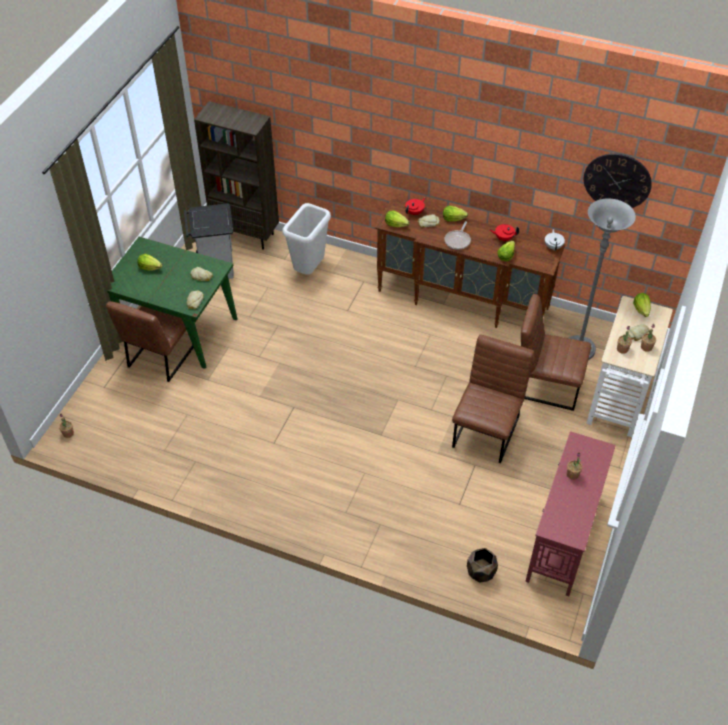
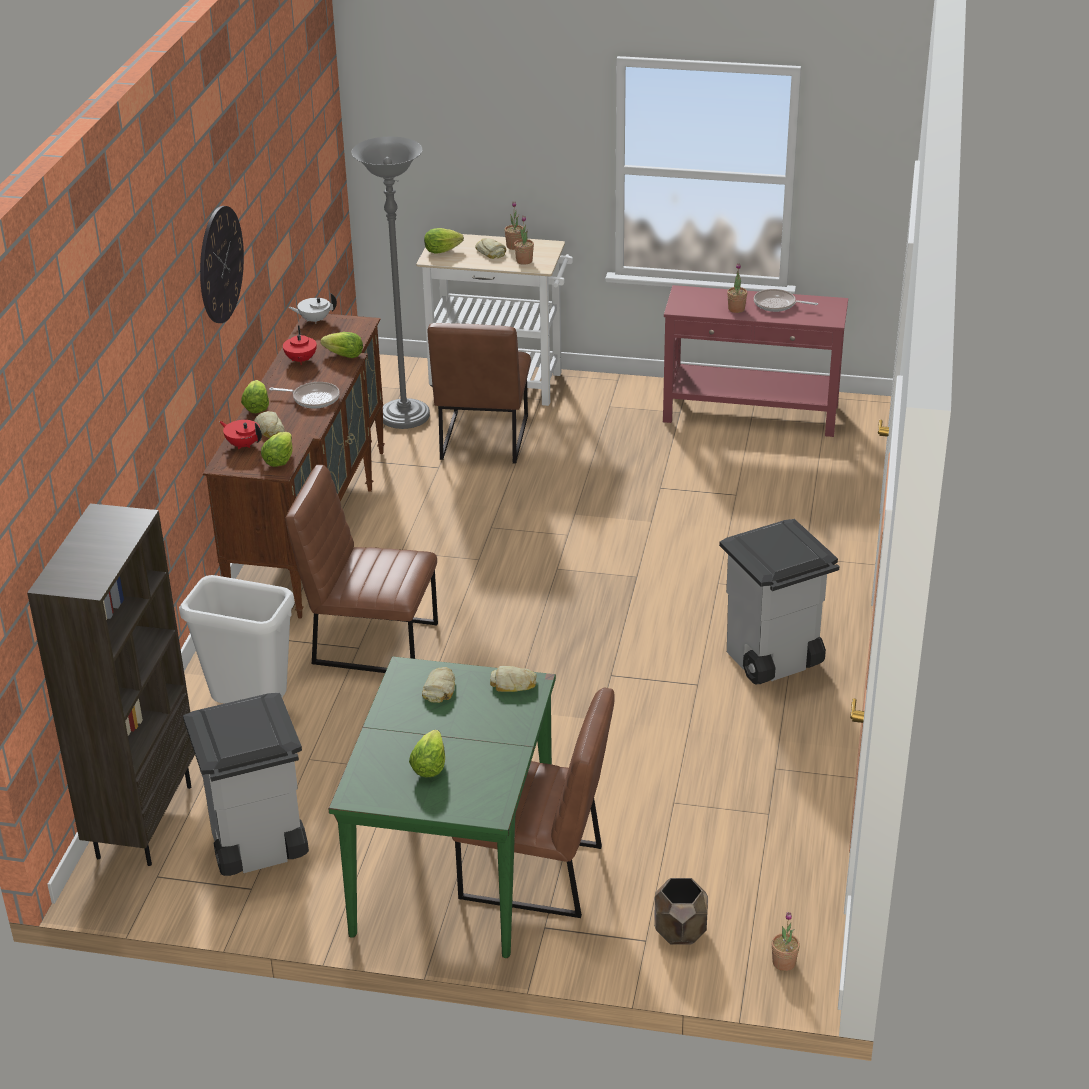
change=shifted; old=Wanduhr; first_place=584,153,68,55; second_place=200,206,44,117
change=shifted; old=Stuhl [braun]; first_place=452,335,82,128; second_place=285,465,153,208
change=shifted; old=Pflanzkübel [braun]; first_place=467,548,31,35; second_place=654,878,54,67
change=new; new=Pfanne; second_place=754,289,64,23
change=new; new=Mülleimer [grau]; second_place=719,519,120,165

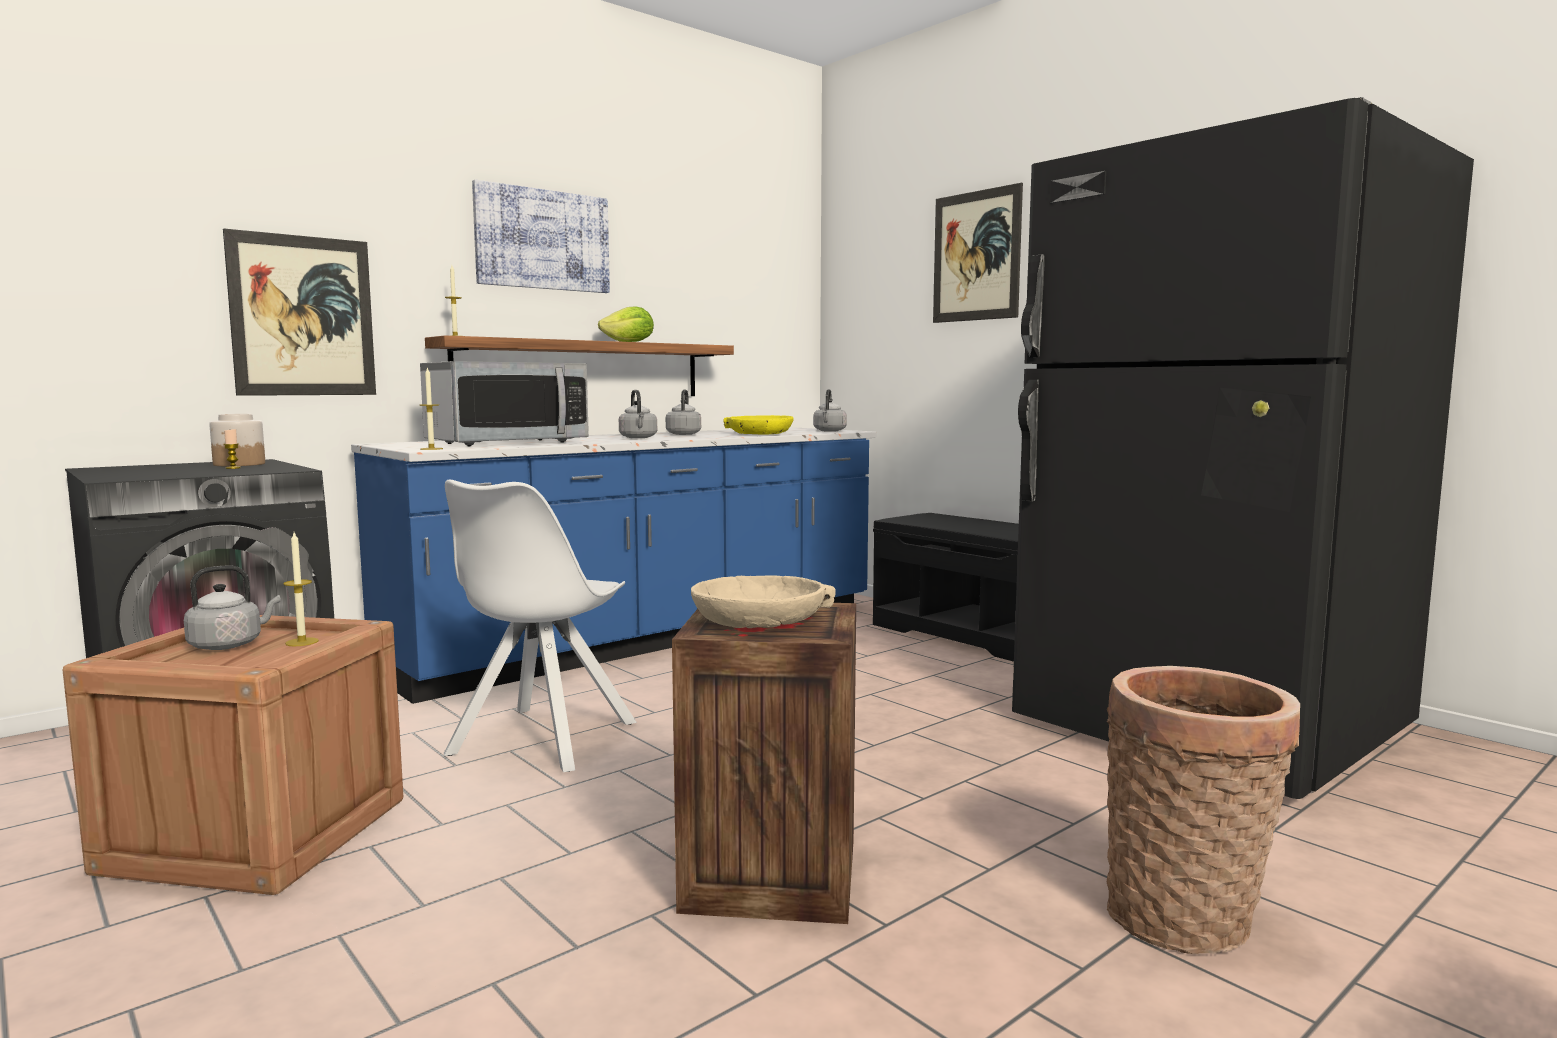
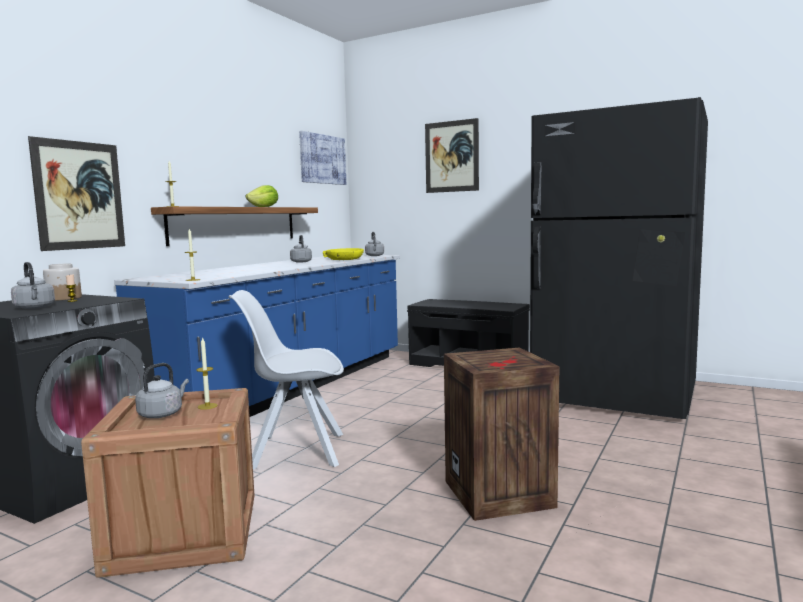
change=shifted; old=Bild; first_place=472,179,138,114; second_place=299,131,47,54
change=gone; old=Mikrowelle; first_place=420,361,169,85
change=shifted; old=Wasserkessel [grau]; first_place=619,390,38,48; second_place=11,262,44,47
change=rotated; old=Stuhl [weiß]; first_place=444,480,193,292; second_place=228,290,116,180; degrees=90
change=gone; old=Schüssel [beige]; first_place=691,575,145,53
change=gone; old=Korb; first_place=1107,666,193,288

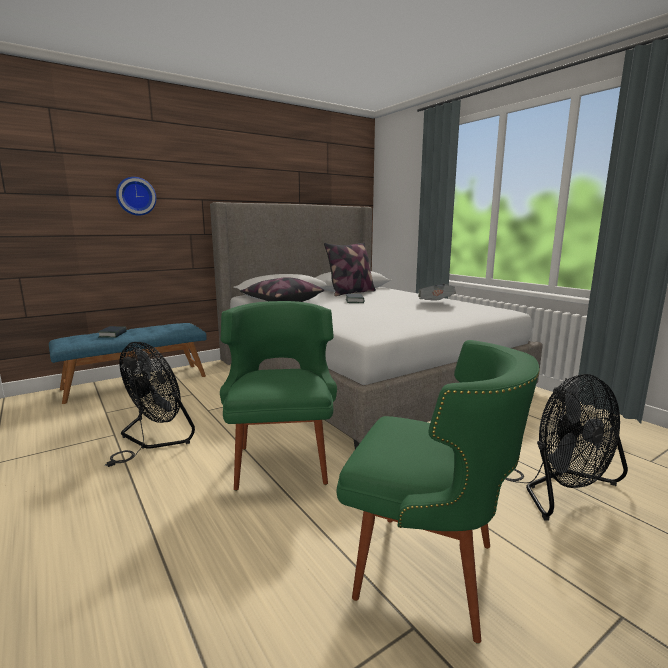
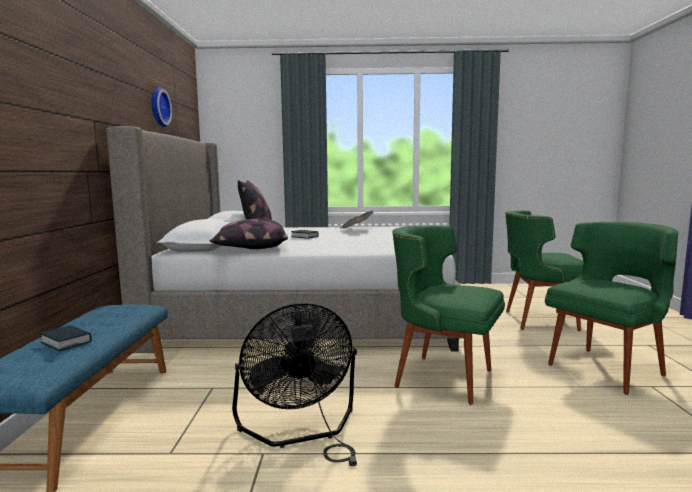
change=shifted; old=Wanduhr; first_place=116,177,40,39; second_place=151,87,21,40
change=swapped; old=Ventilator [schwarz]; new=Stuhl [grün]; first_place=505,374,123,147; second_place=505,210,78,121

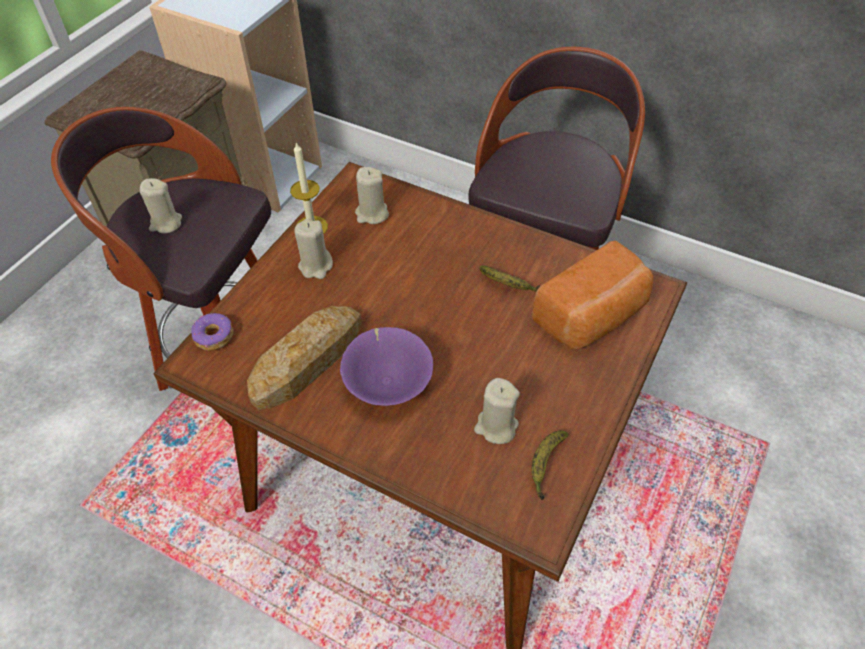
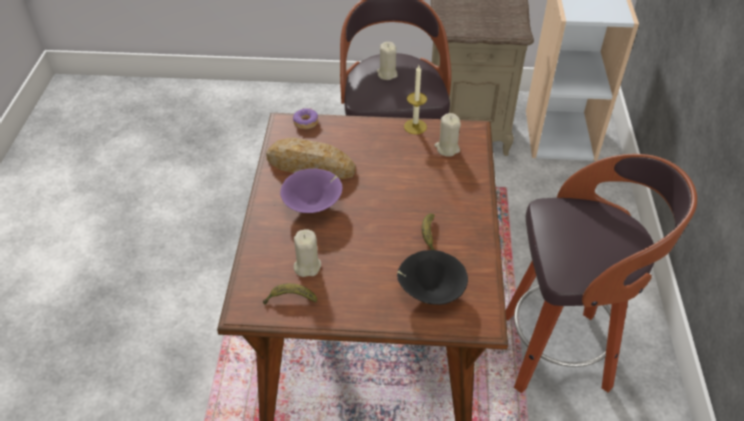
change=gone; old=Kerze [beige]; first_place=294,219,39,60
change=swapped; old=Brot; new=Schüssel [schwarz]; first_place=532,241,121,108; second_place=397,250,71,55

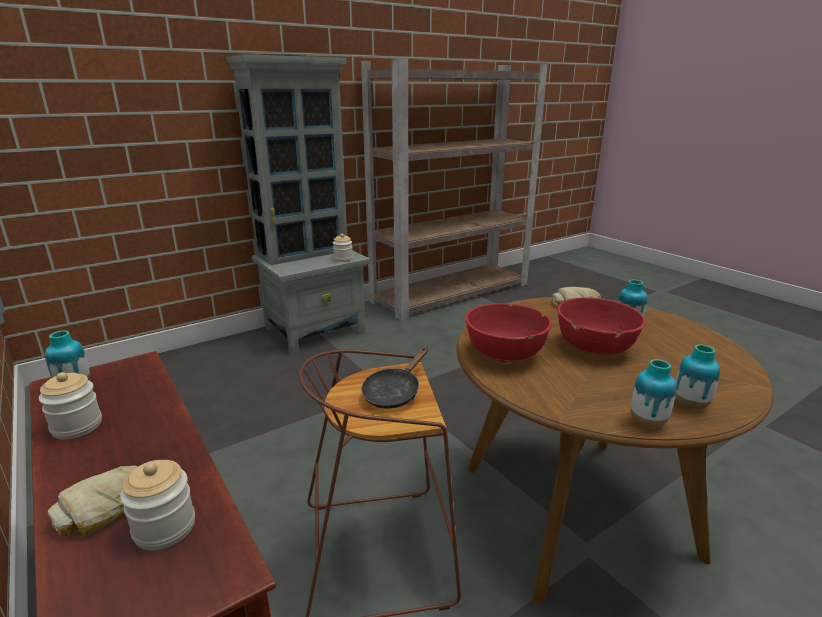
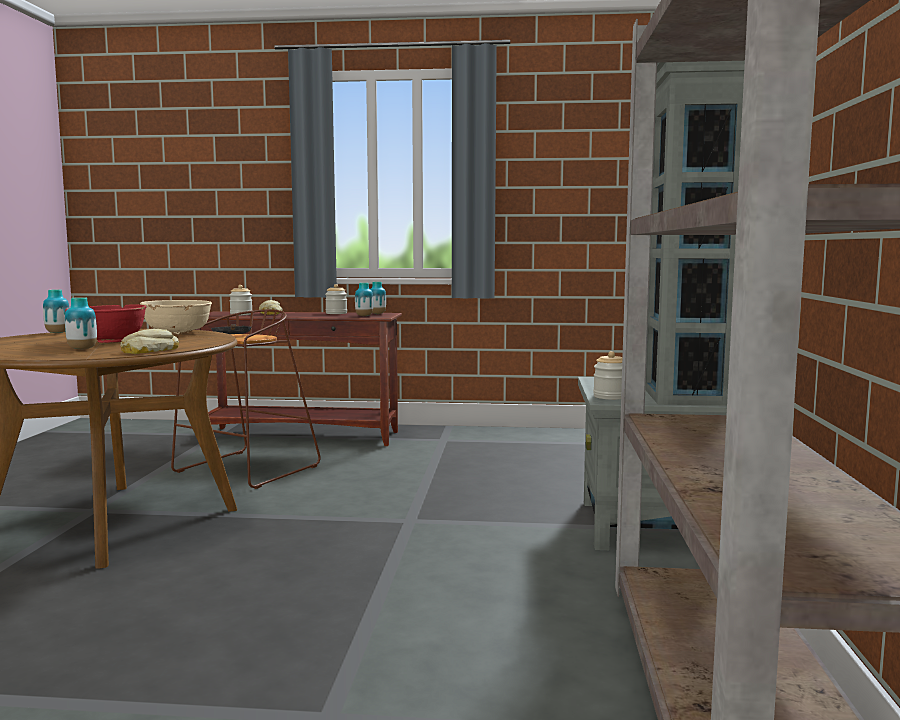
change=repainted; old=Schüssel [rot]; new=Schüssel [beige]; first_place=465,303,87,60; second_place=140,300,72,35
change=shifted; old=Vase; first_place=675,344,45,65; second_place=355,283,18,33

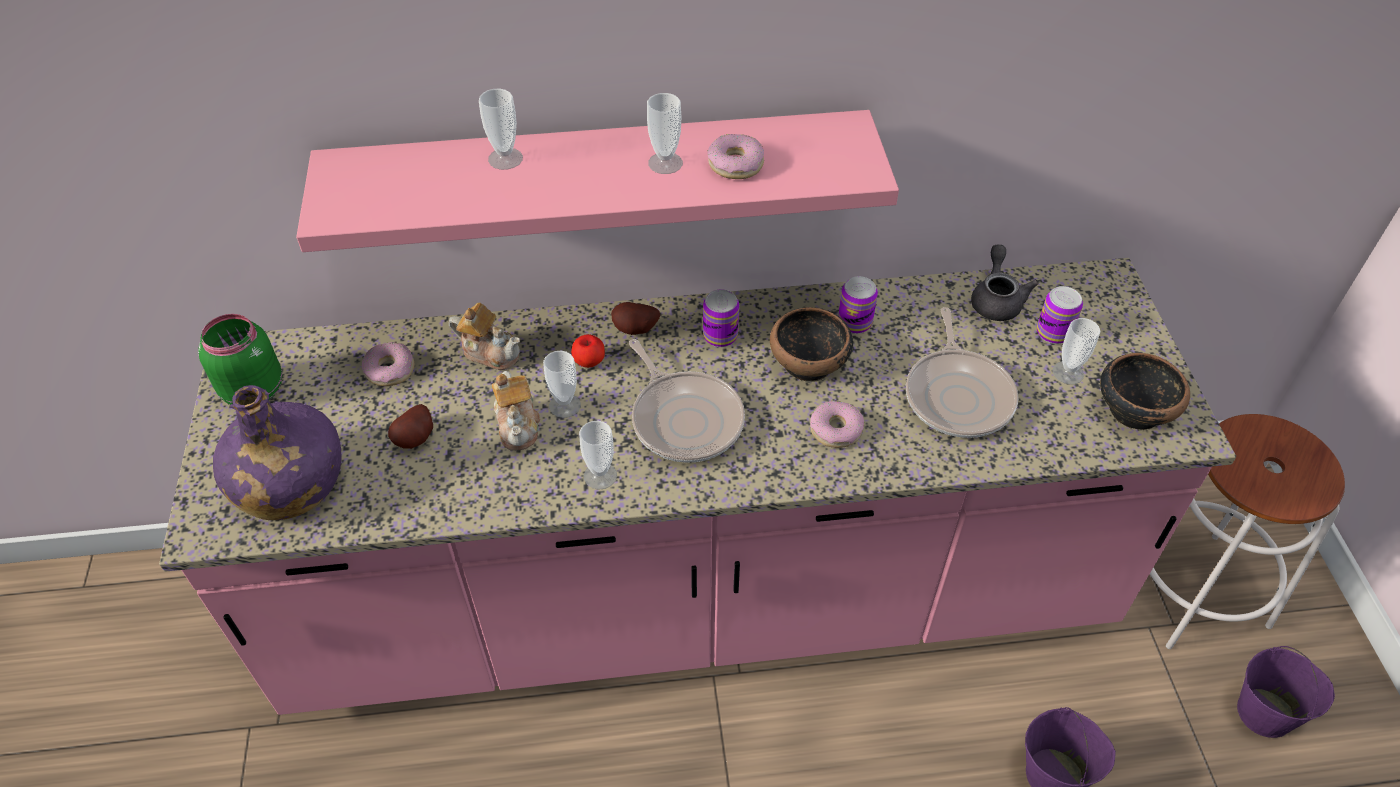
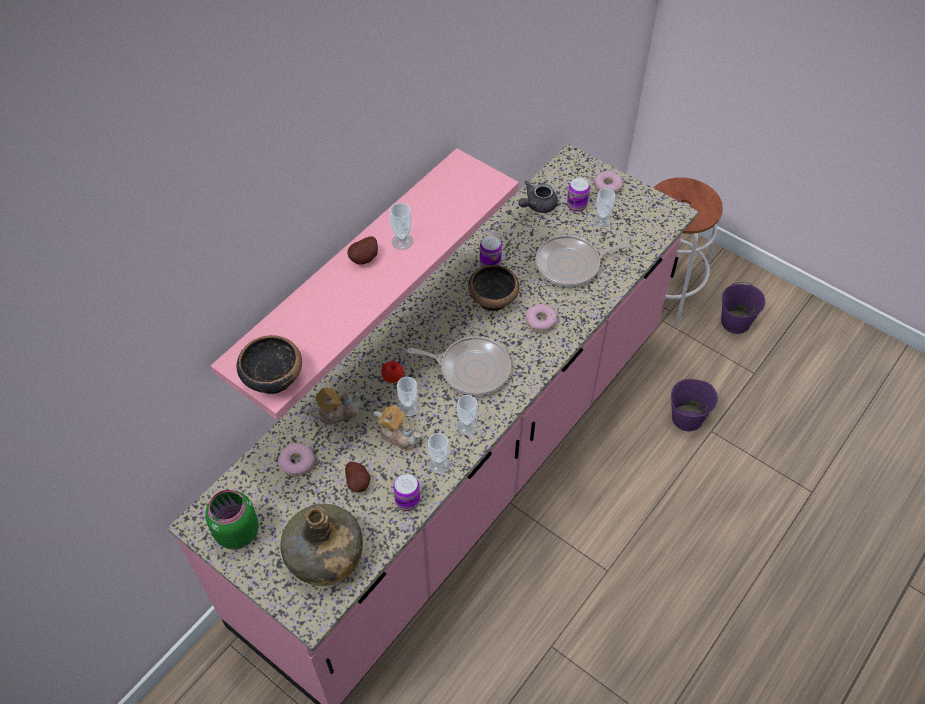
change=shifted; old=Tasse; first_place=479,89,44,81; second_place=428,433,22,40
change=shifted; old=Donut; first_place=707,134,57,45; second_place=594,171,29,23
change=rotated; old=Teekanne [grau]; first_place=971,245,68,76; second_place=518,181,40,32; degrees=-90
change=shifted; old=Dose; first_place=703,289,36,58; second_place=393,474,27,37
change=shifted; old=Kartoffel; first_place=611,302,49,33; second_place=347,236,31,29
change=rotated; old=Pfanne; first_place=906,307,113,131; second_place=535,235,95,52; degrees=120
change=shifted; old=Schüssel; first_place=1100,353,90,77; second_place=237,335,65,59
change=repainted; old=Flasche [lila]; new=Flasche [grün]; first_place=213,385,129,135; second_place=280,504,83,82

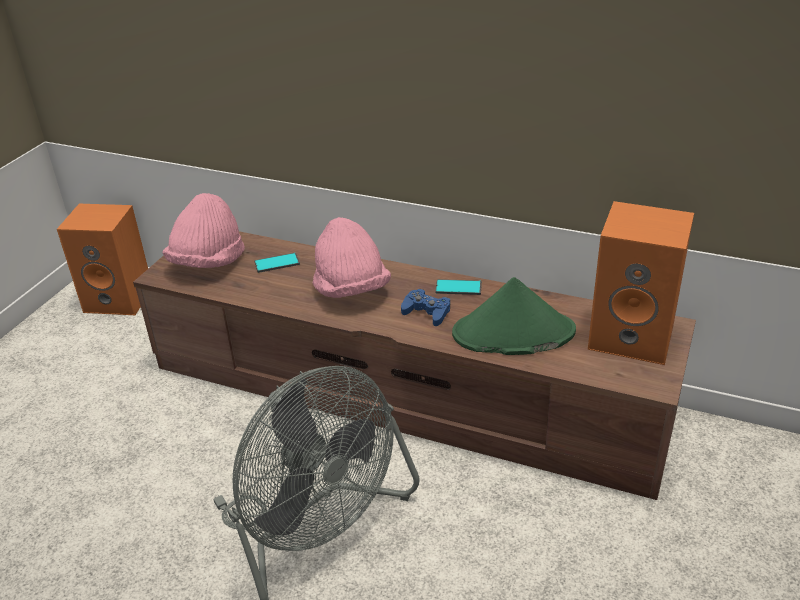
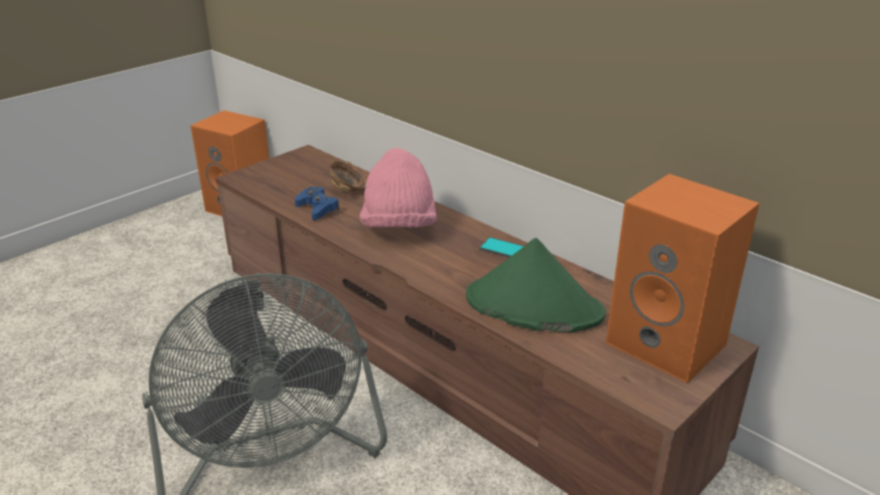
change=gone; old=Hut [rosa]; first_place=162,193,83,75
change=swapped; old=Handy; new=Schüssel; first_place=255,253,45,20; second_place=329,161,37,31
change=shifted; old=Gamepad [blau]; first_place=401,289,49,37; second_place=295,187,44,34

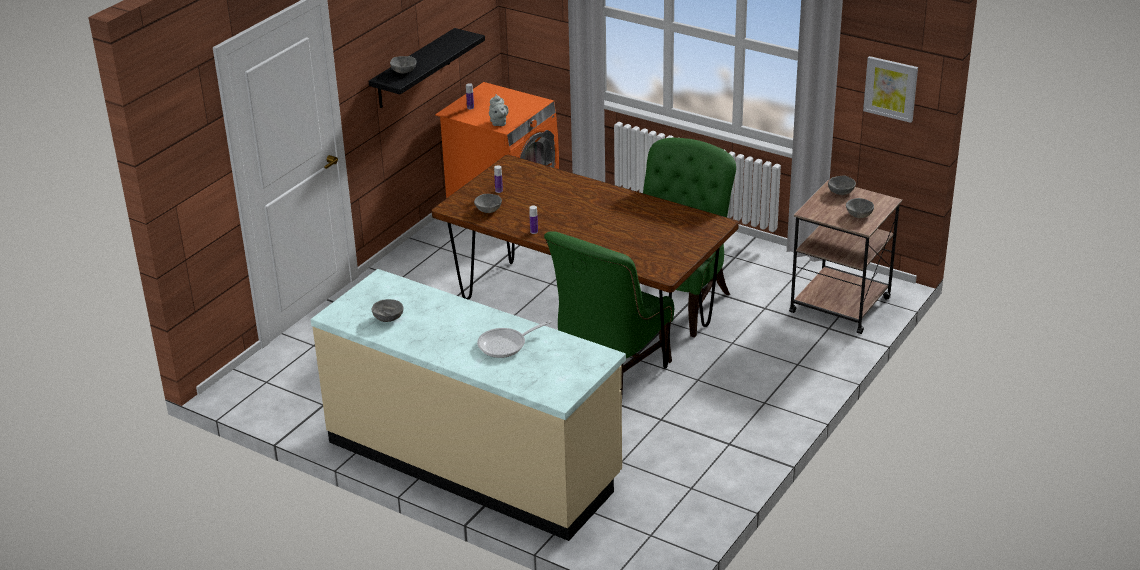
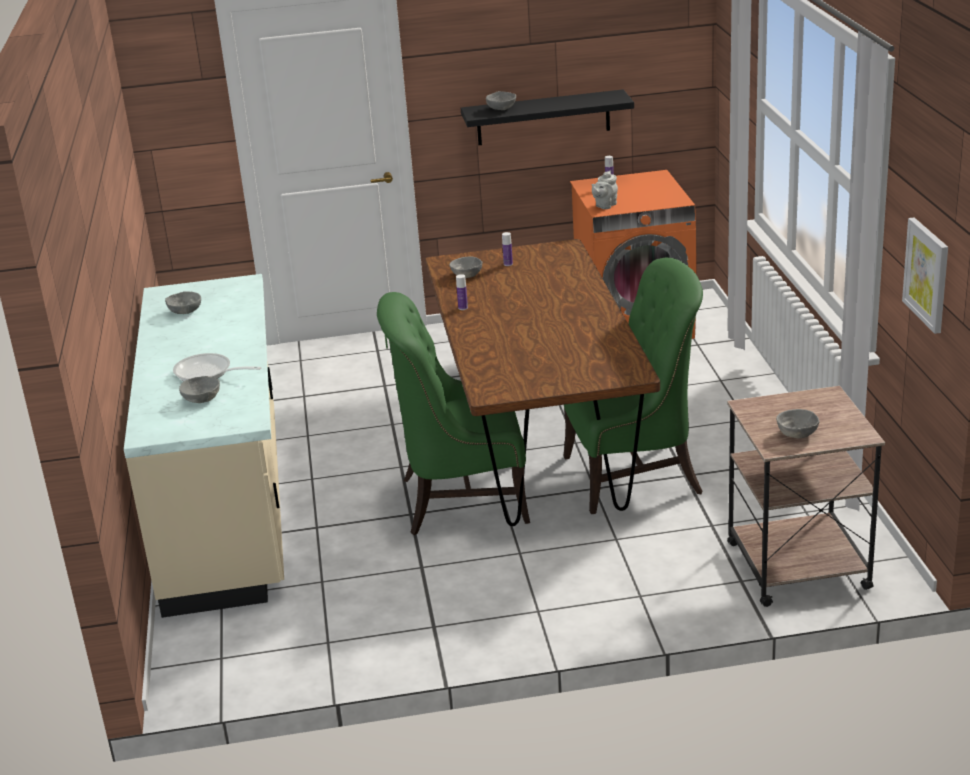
change=shifted; old=Schüssel [grau]; first_place=828,175,28,20; second_place=179,376,41,27

